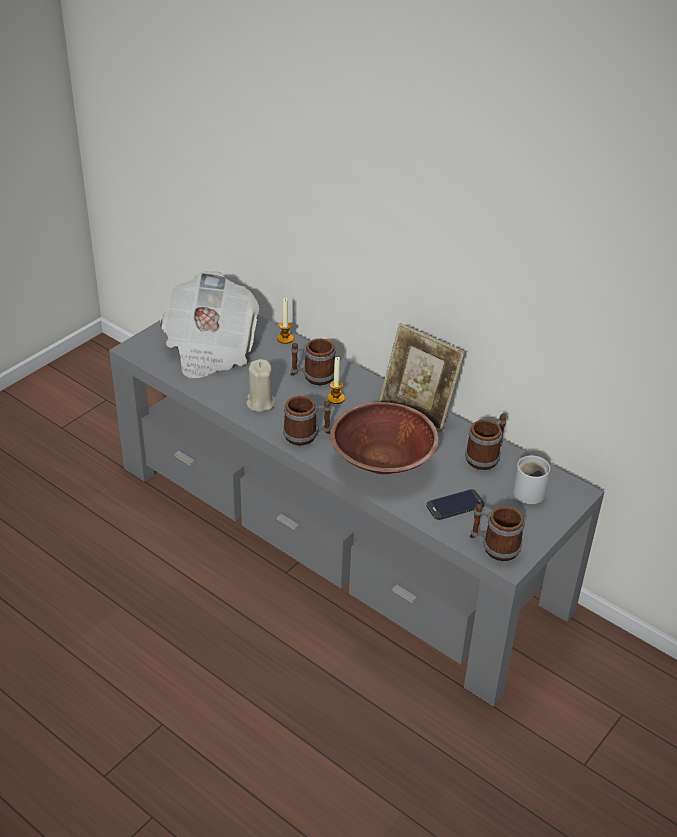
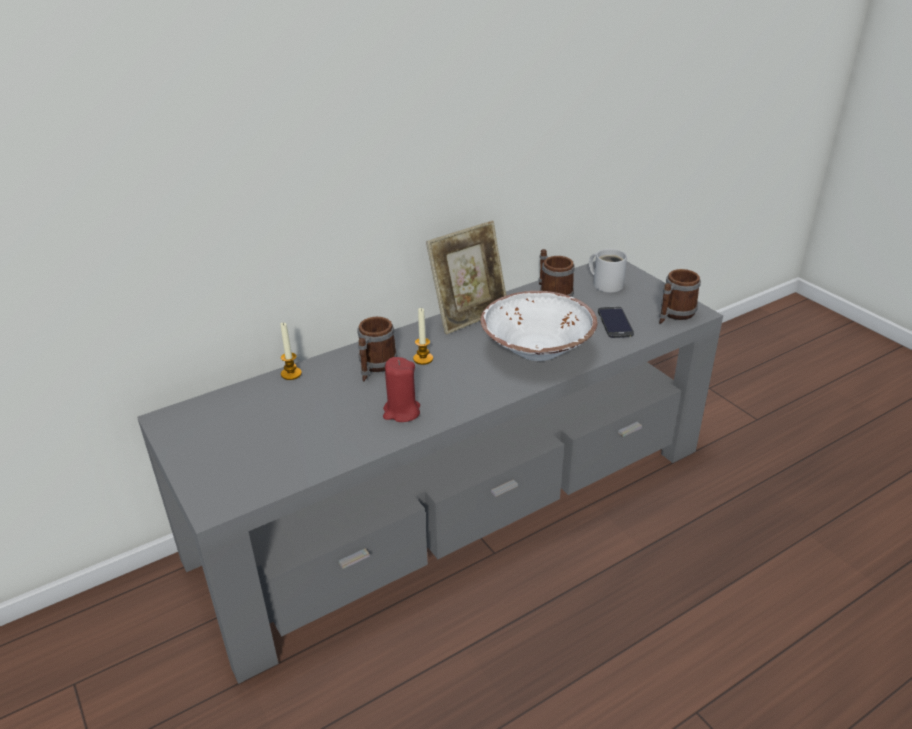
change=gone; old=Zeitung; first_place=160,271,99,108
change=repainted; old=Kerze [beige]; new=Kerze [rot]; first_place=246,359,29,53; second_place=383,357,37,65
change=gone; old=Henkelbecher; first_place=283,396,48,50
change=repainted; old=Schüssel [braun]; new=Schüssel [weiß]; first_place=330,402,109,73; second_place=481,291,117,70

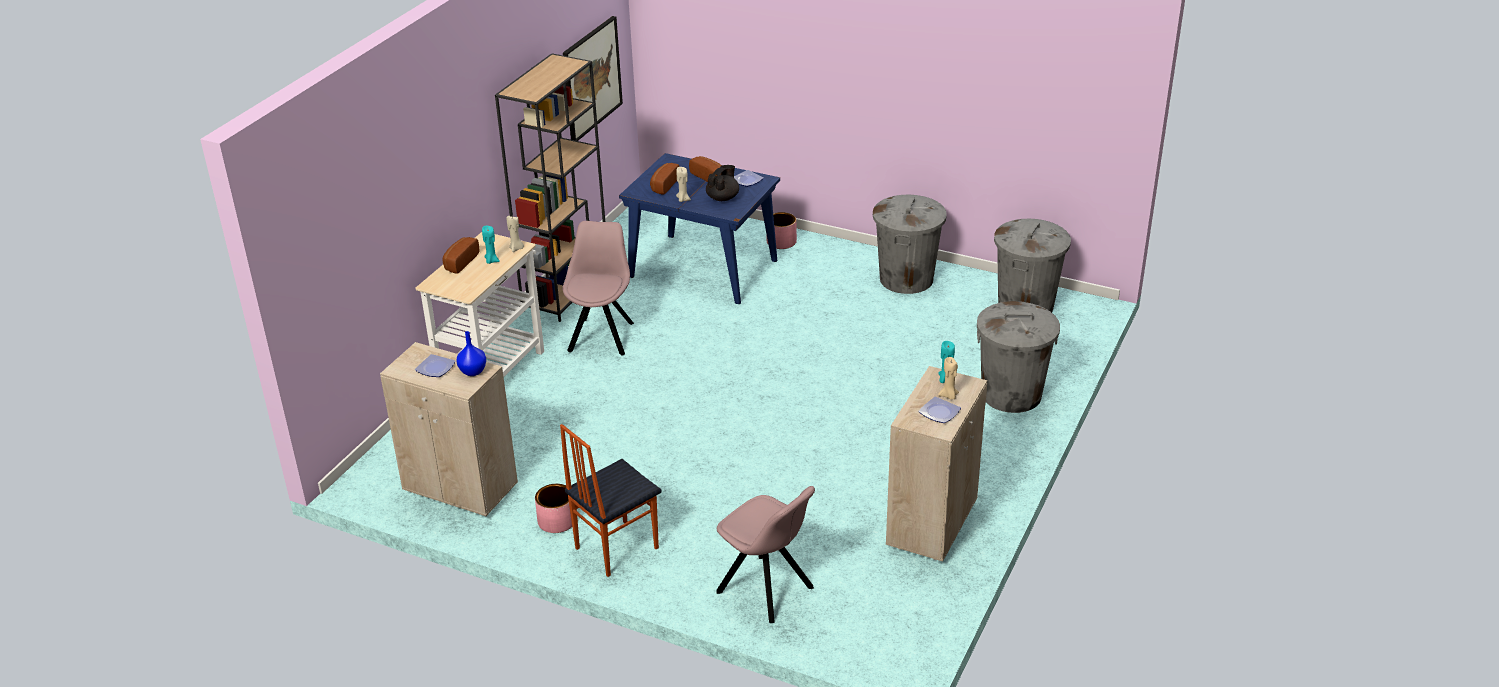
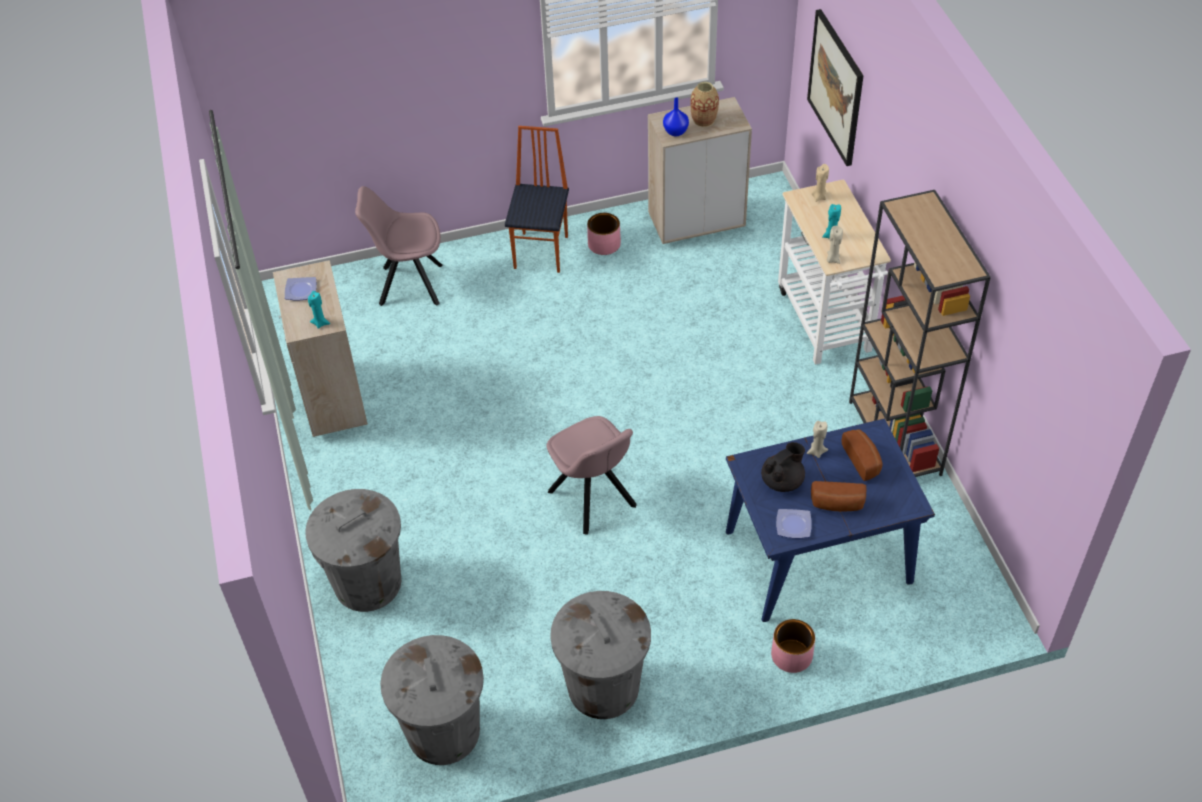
change=shifted; old=Bild; first_place=563,16,60,125; second_place=807,9,57,157
change=rotated; old=Teekanne [schwarz]; first_place=706,165,33,36; second_place=761,442,44,50; degrees=-120
change=shifted; old=Stuhl [rosa]; first_place=562,221,72,135; second_place=546,416,91,119
change=gone; old=Brot; first_place=442,237,38,37
change=swapped; old=Teller; new=Vase; first_place=415,354,41,23; second_place=690,82,29,45
change=shifted; old=Kerze [beige]; first_place=938,357,21,43; second_place=812,164,17,38

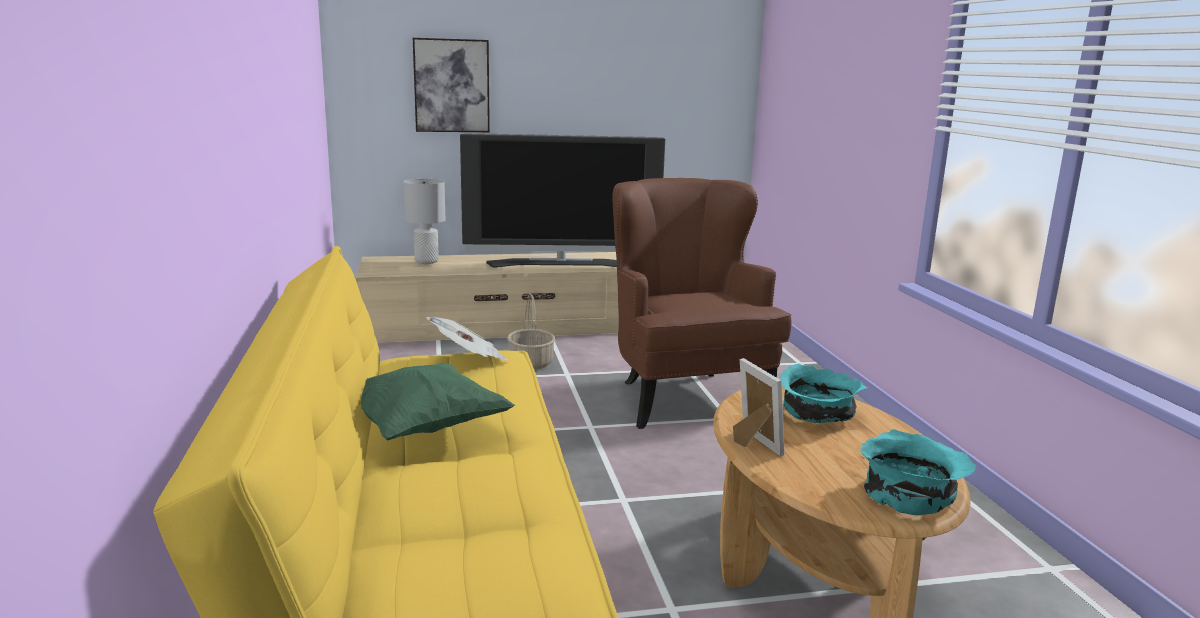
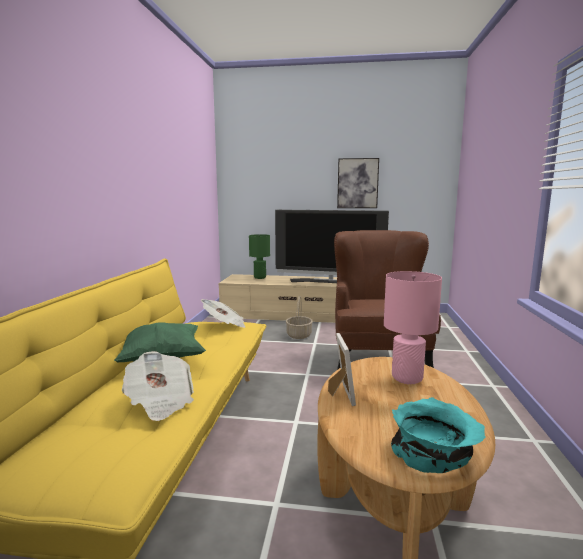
change=shifted; old=Bild; first_place=413,38,77,94; second_place=337,158,42,50
change=repainted; old=Tischlampe [grau]; new=Tischlampe [grün]; first_place=404,179,41,85; second_place=249,234,21,45
change=swapped; old=Schüssel [türkis]; new=Tischlampe [rosa]; first_place=780,364,88,59; second_place=384,271,58,113
change=new; new=Zeitung; second_place=121,351,73,70

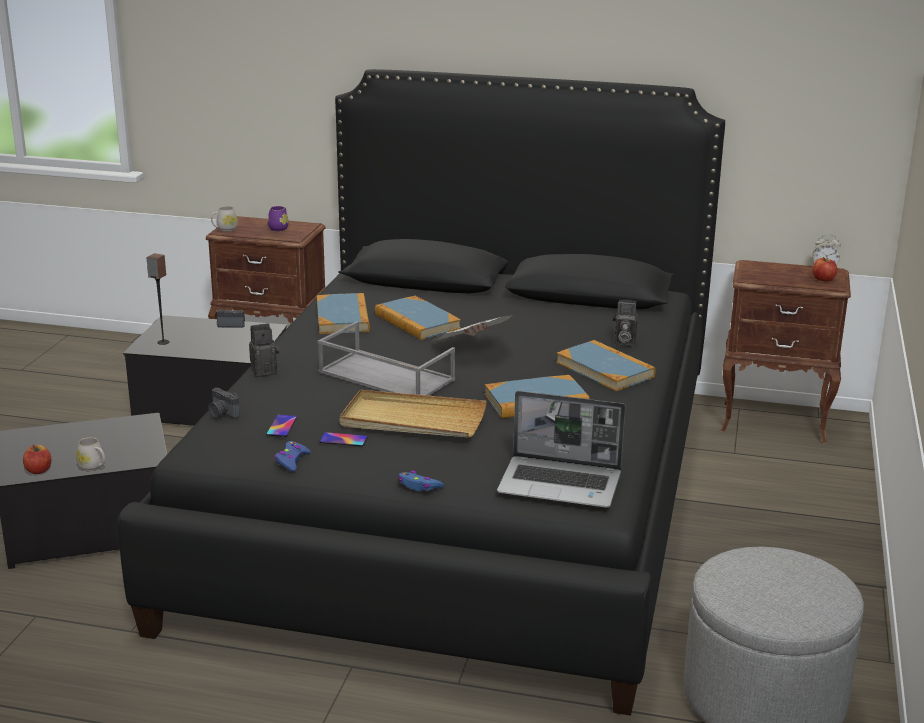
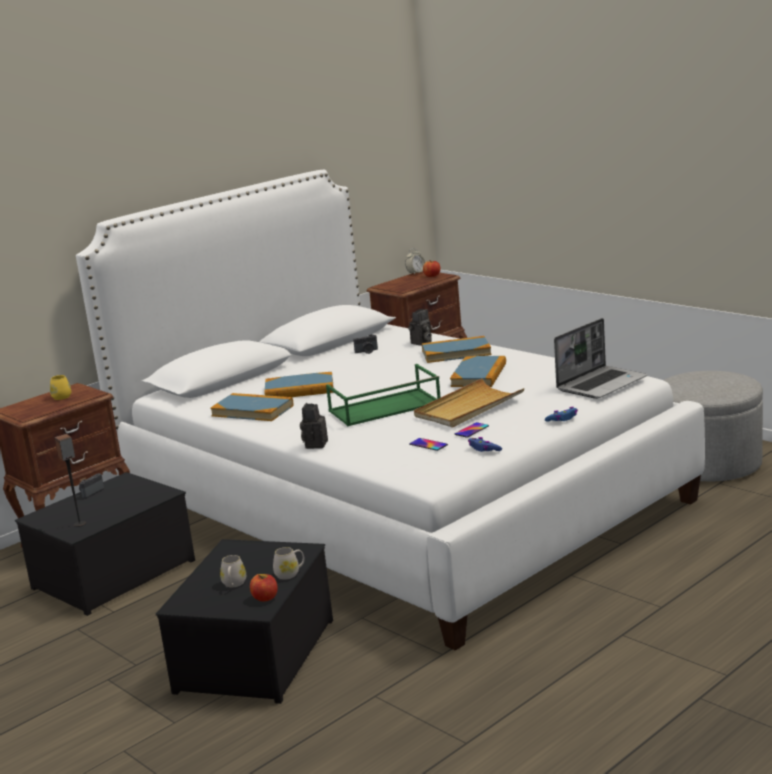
change=repainted; old=Bett [schwarz]; new=Bett [weiß]; first_place=118,69,607,647; second_place=76,170,629,481
change=shifted; old=Henkelbecher [weiß]; first_place=211,206,27,25; second_place=220,555,26,32
change=repainted; old=Henkelbecher [lila]; new=Henkelbecher [gelb]; first_place=268,206,21,25; second_place=50,375,21,25
change=gone; old=Zeitung; first_place=432,316,79,25
change=repainted; old=Tablett [grau]; new=Tablett [grün]; first_place=318,321,137,75; second_place=326,364,115,62
change=shifted; old=Kamera; first_place=208,388,32,31; second_place=353,334,25,20

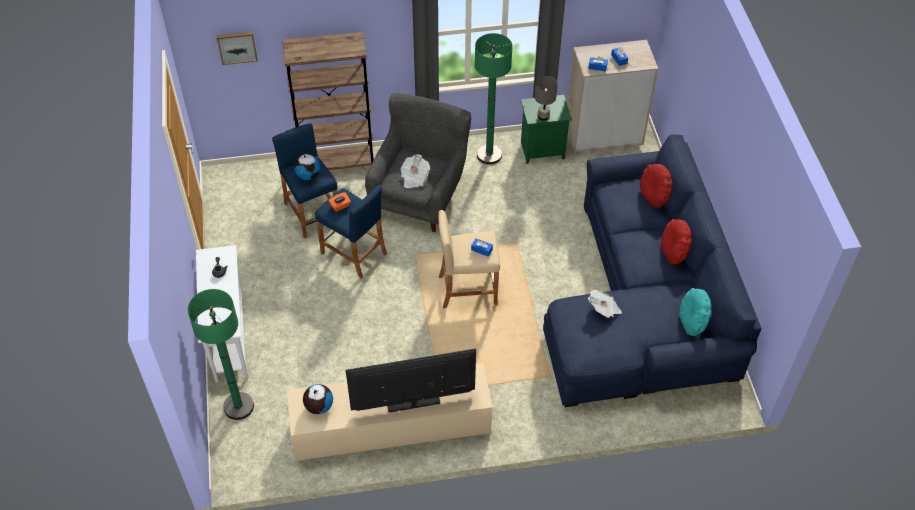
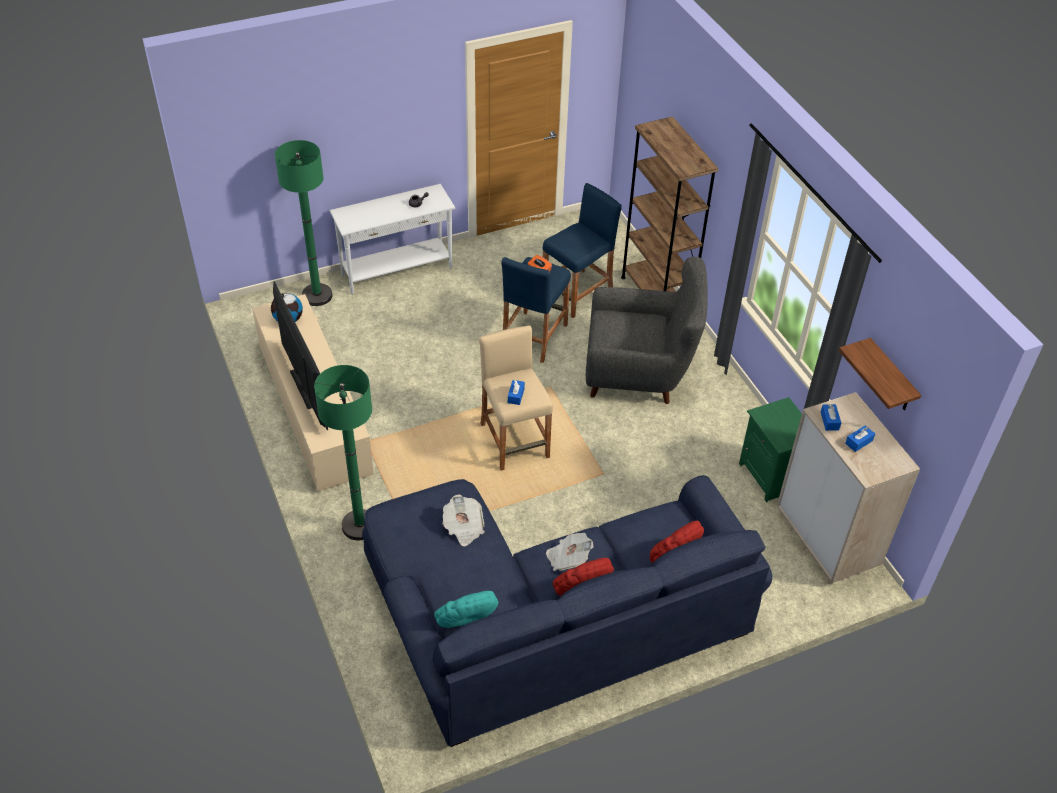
change=gone; old=Bild; first_place=217,32,41,33
change=shifted; old=Stehlampe [grün]; first_place=475,33,38,132; second_place=314,365,58,175
change=gone; old=Tischlampe [grau]; first_place=535,76,23,44
change=gone; old=Globus; first_place=294,154,26,26
change=shifted; old=Zeitung; first_place=400,154,30,34; second_place=546,533,47,38
change=new; new=Wandregal; second_place=838,338,83,72

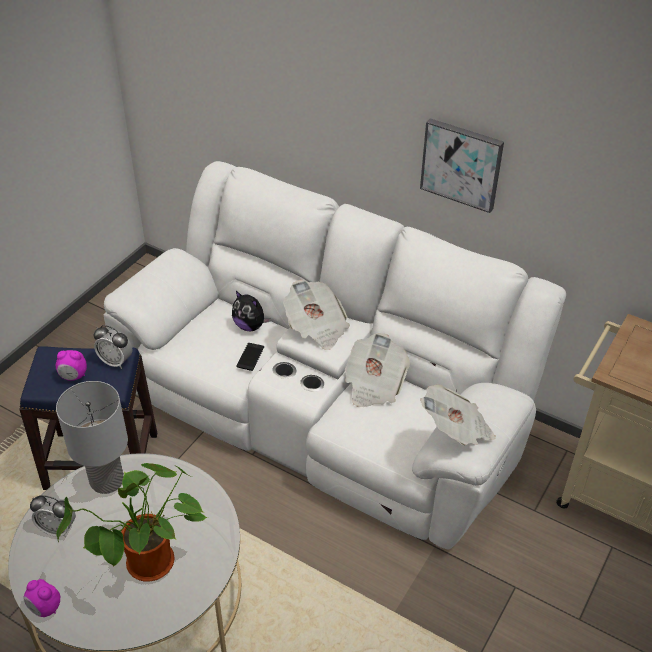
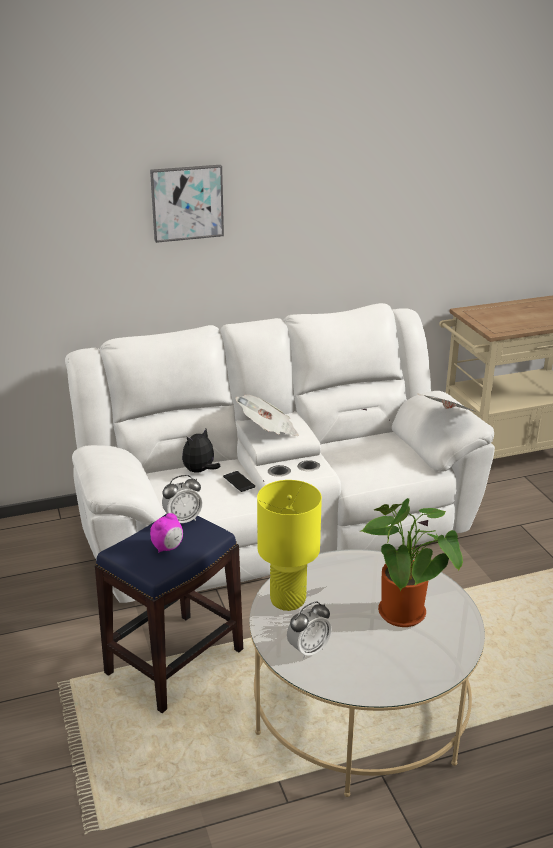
change=shifted; old=Bild; first_place=420,118,84,95; second_place=150,165,74,78
change=rotated; old=Plüschtier; first_place=232,291,38,40; second_place=182,429,39,44; degrees=150
change=gone; old=Zeitung; first_place=345,333,65,74
change=repainted; old=Tischlampe [grau]; new=Tischlampe [gelb]; first_place=56,381,72,113; second_place=257,480,65,131
change=gone; old=Wecker; first_place=23,579,37,38

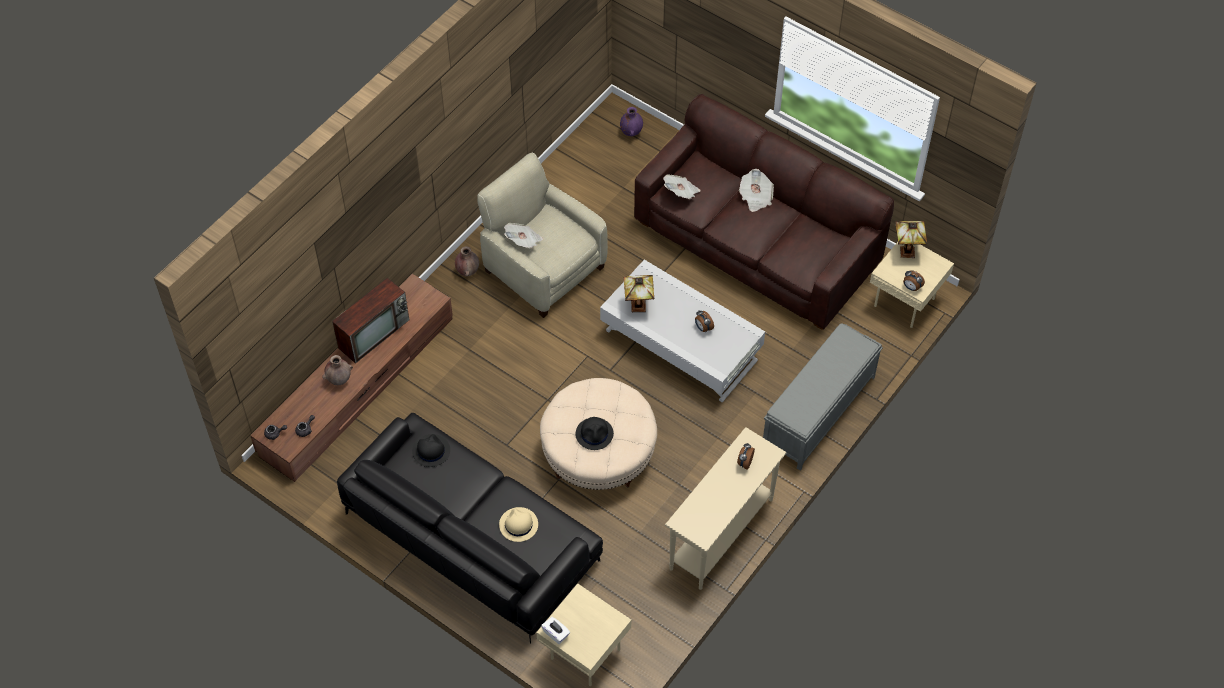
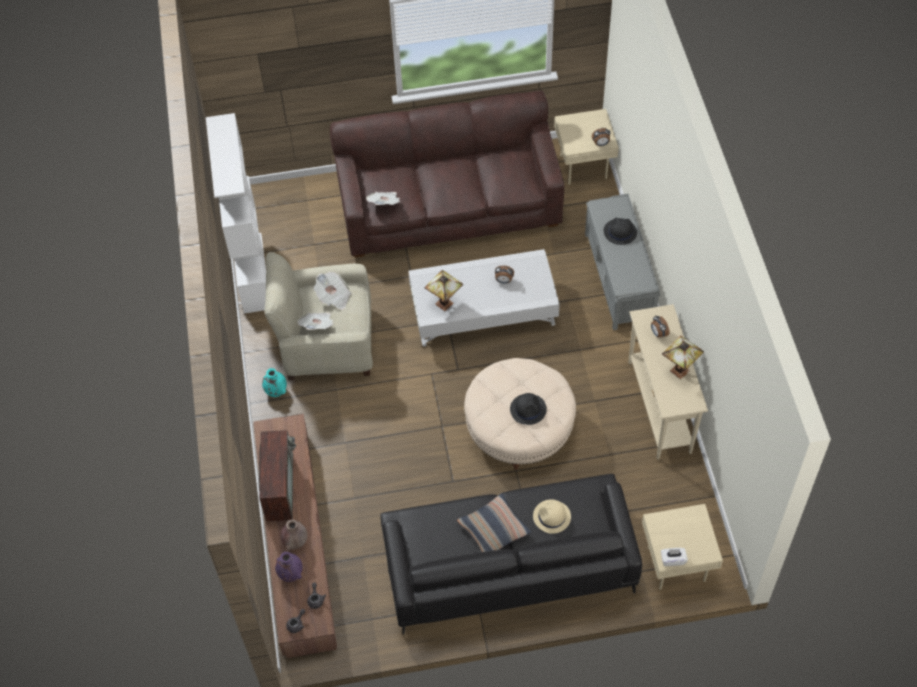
change=shifted; old=Vase [lila]; first_place=620,107,23,29; second_place=275,552,28,30
change=shifted; old=Zeitung; first_place=739,169,35,43; second_place=314,272,38,38
change=shifted; old=Tischlampe; first_place=895,221,32,37; second_place=662,335,42,44
change=repainted; old=Vase [braun]; new=Vase [türkis]; first_place=455,246,24,30; second_place=262,368,25,29
change=shifted; old=Hut [schwarz]; first_place=412,434,38,33; second_place=604,218,33,27
change=new; new=Bücherregal [weiß]; second_place=206,113,60,201
change=new; new=Kissen; second_place=457,493,74,59

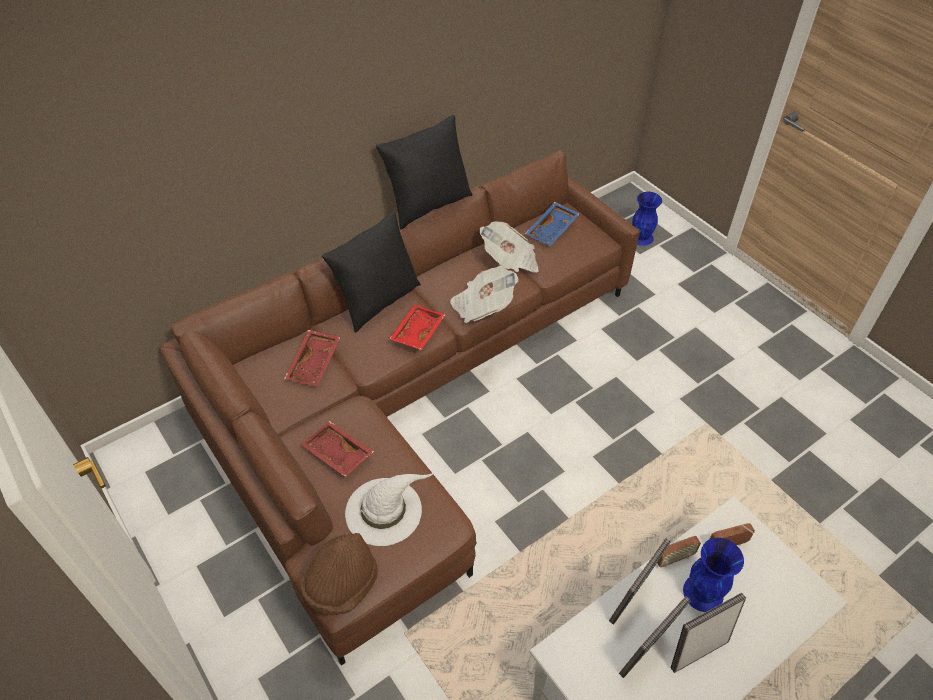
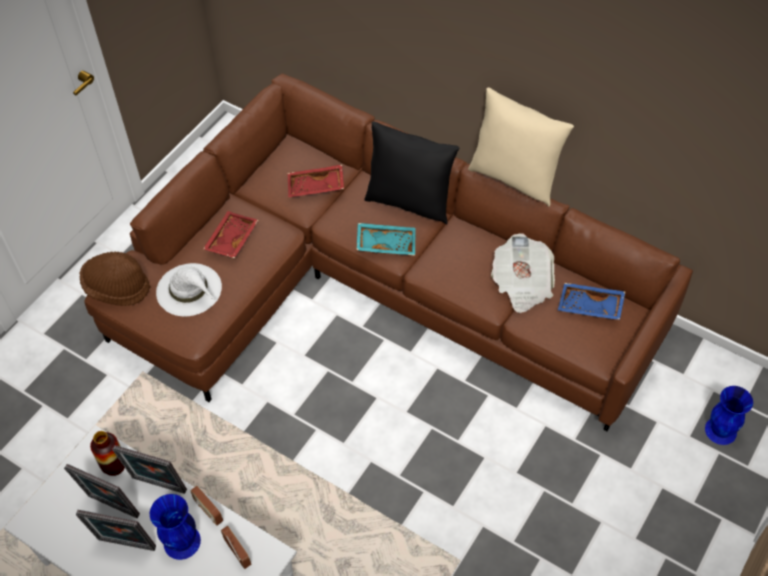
change=repainted; old=Kissen [schwarz]; new=Kissen [beige]; first_place=376,115,97,114; second_place=468,87,106,120
change=gone; old=Zeitung; first_place=450,265,69,58
change=repainted; old=Tablett [rot]; new=Tablett [türkis]; first_place=389,304,56,46; second_place=356,223,60,33
change=rotated; old=Bilderrahmen; first_place=671,593,75,80; second_place=76,510,80,41; degrees=150
change=new; new=Vase; second_place=90,431,35,45

